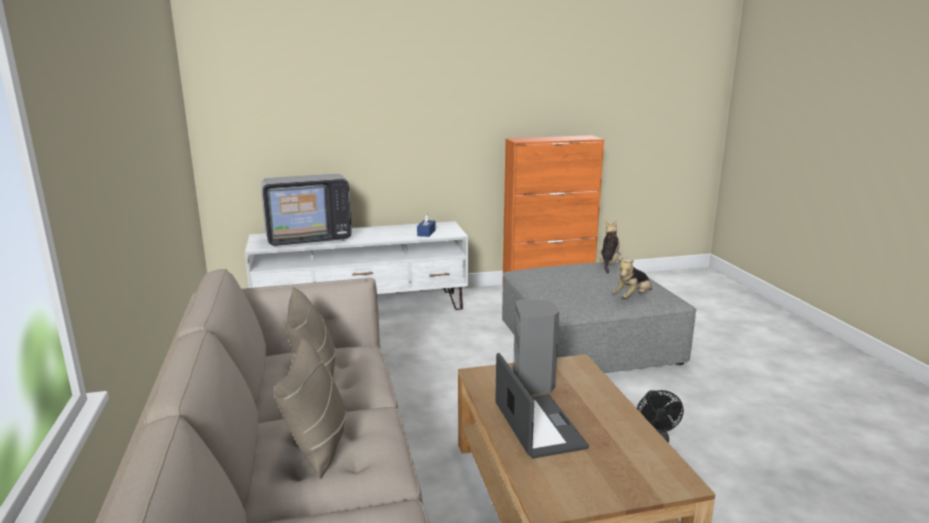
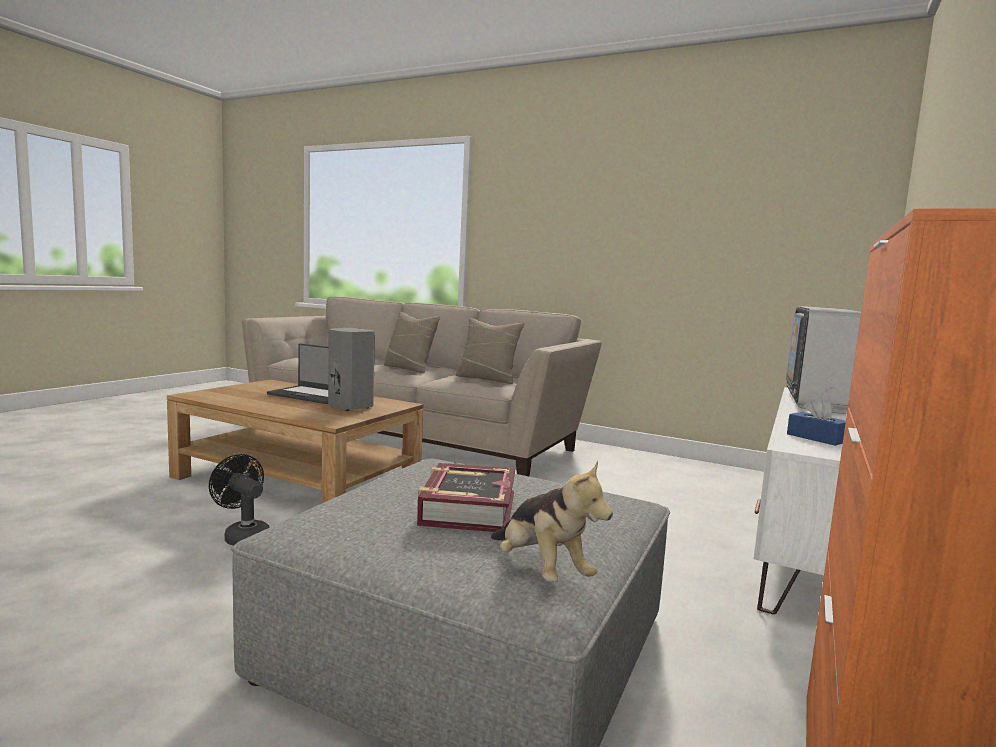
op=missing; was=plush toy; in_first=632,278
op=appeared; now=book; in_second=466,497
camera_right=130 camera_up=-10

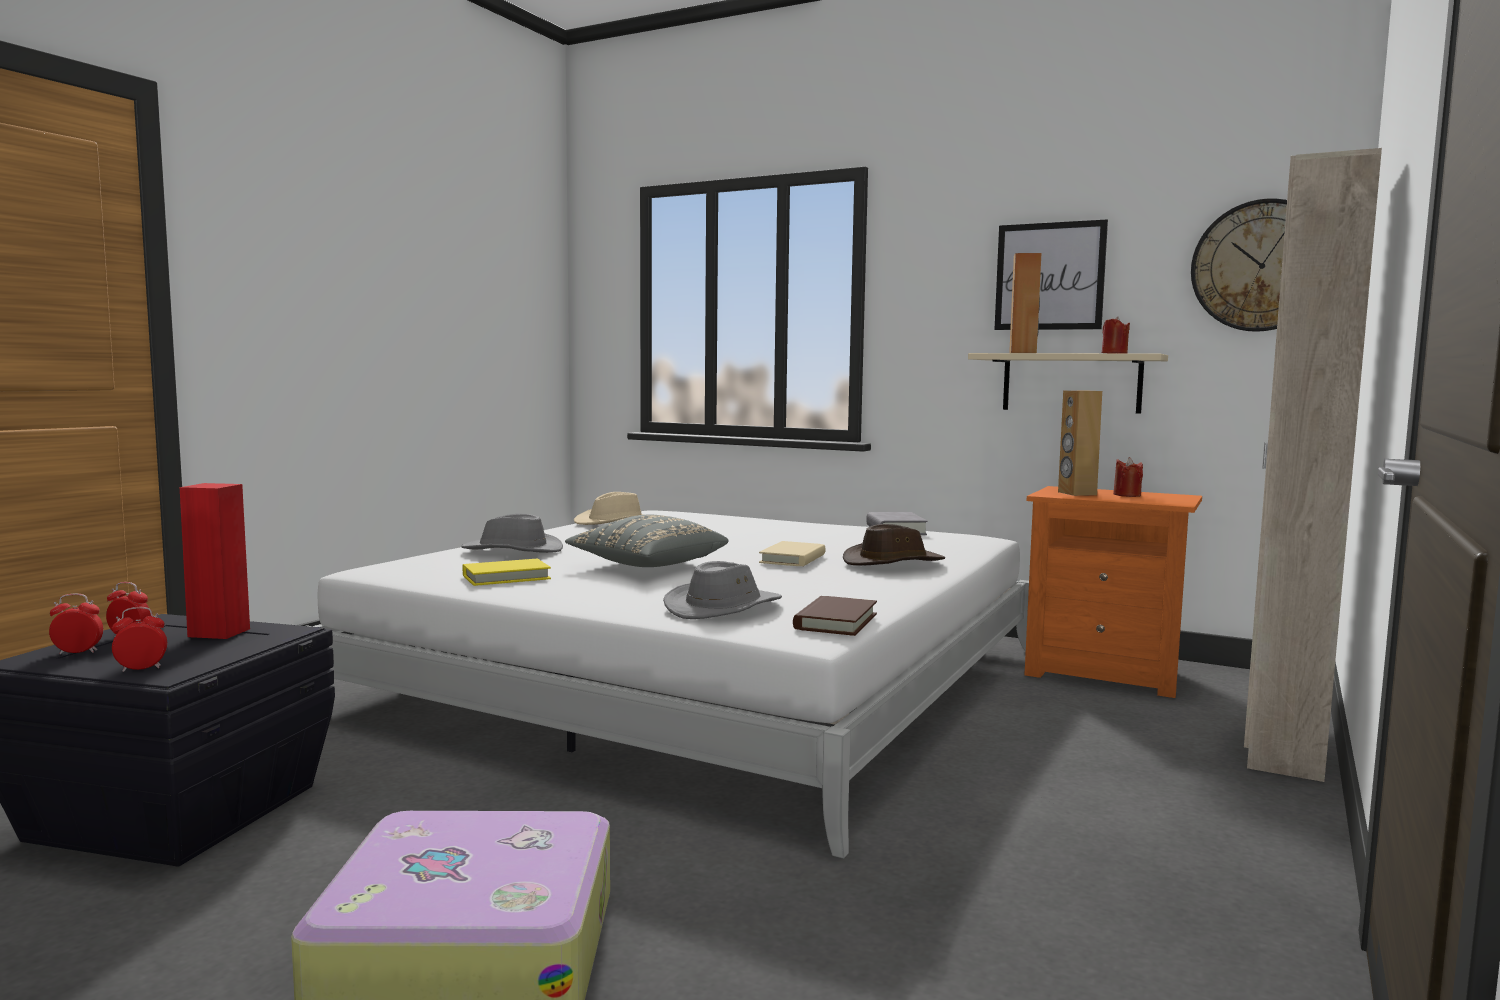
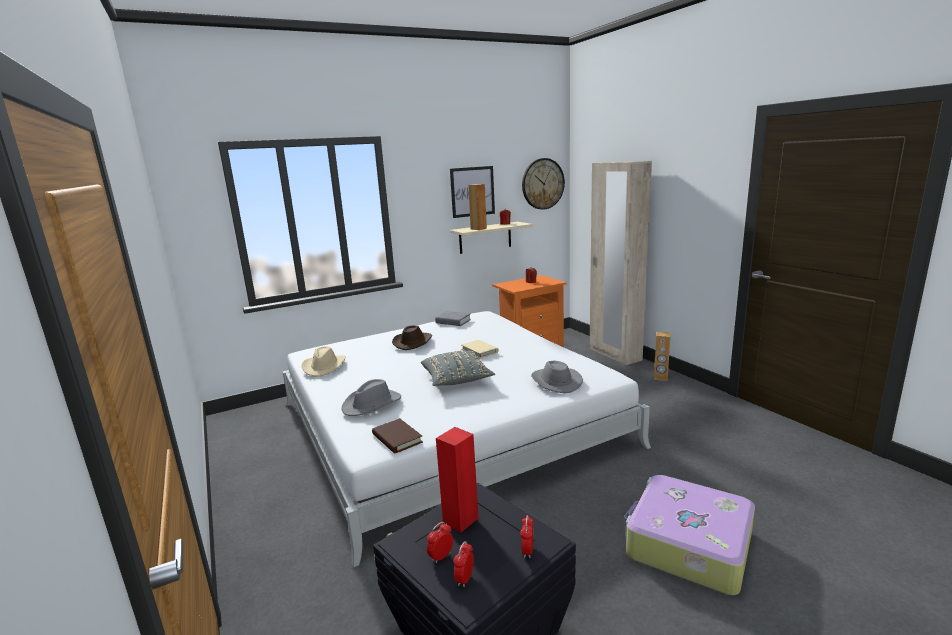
op=relocated; was=brown speaker; in_first=1080,443; in_second=662,356
op=relocated; was=brown hat; in_first=894,545; in_second=412,337
op=missing; was=yellow book; in_first=507,572
op=relocated; was=brown book; in_first=835,616; in_second=397,436
camera_right=-55 camera_up=10

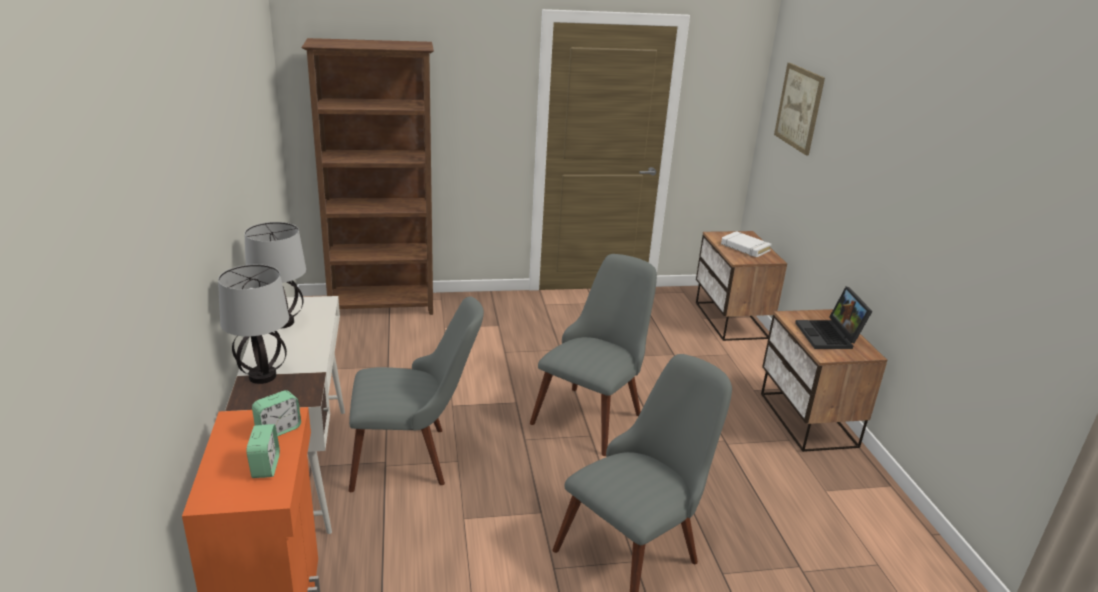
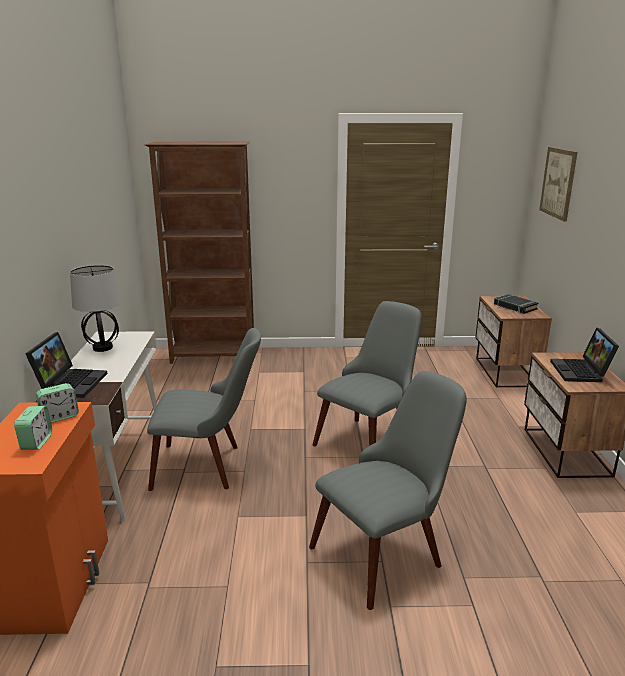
op=colour; was=white book; now=black book; in_first=746,244; in_second=516,304
op=exchanged; was=table lamp; now=laptop; in_first=253,324; in_second=66,365
camera_right=10 camera_up=-5

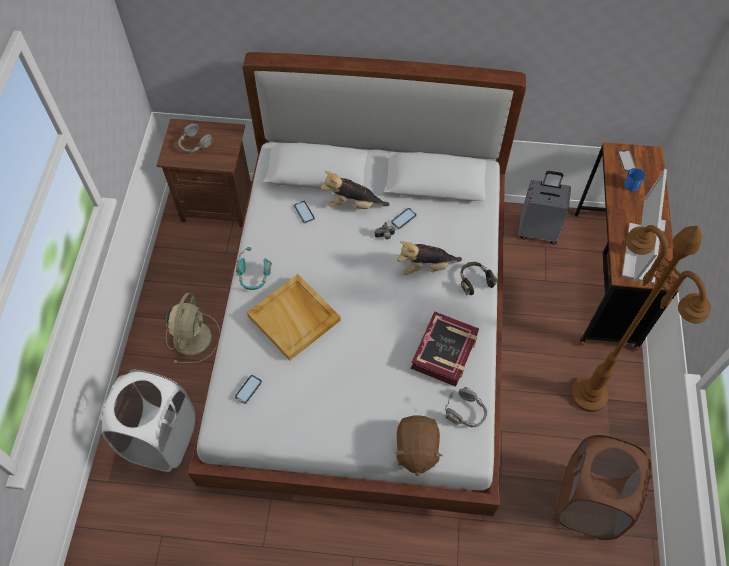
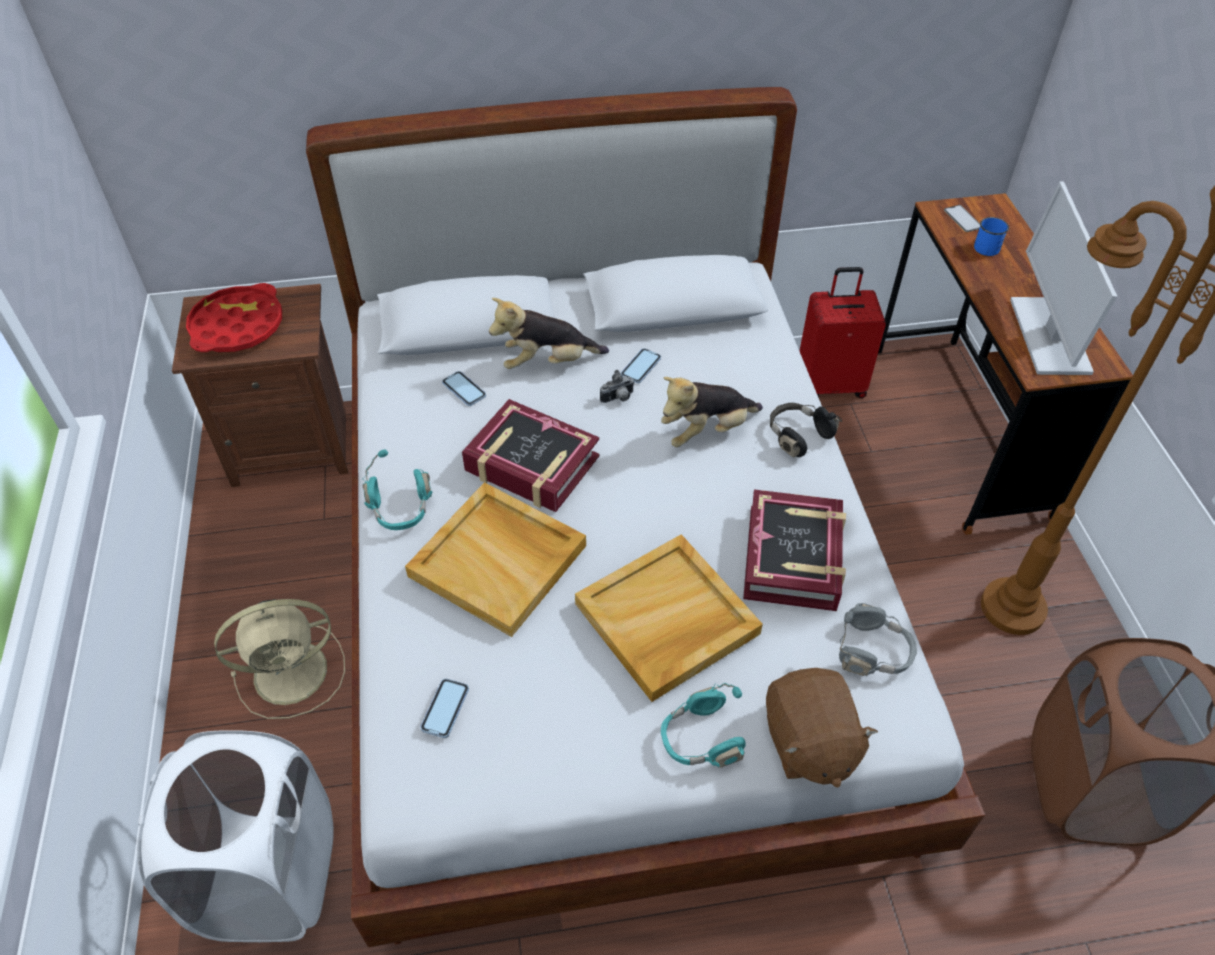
op=exchanged; was=grey headphones; now=red tray; in_first=195,134; in_second=234,317
op=colour; was=grey suitcase; now=red suitcase; in_first=544,208; in_second=843,332
op=spun; was=beige fan; in_first=193,328; in_second=279,659; clockwise=75
op=appeared; now=book; in_second=530,455
op=appeared; now=beige tray; in_second=669,618
op=appeared; now=turquoise headphones; in_second=703,725
camera_right=-15 camera_up=-10

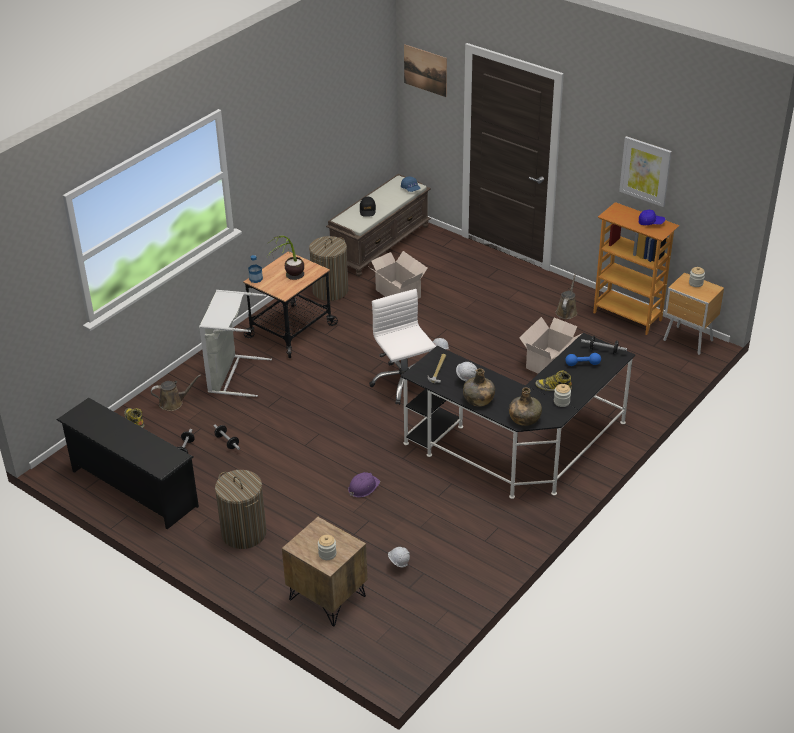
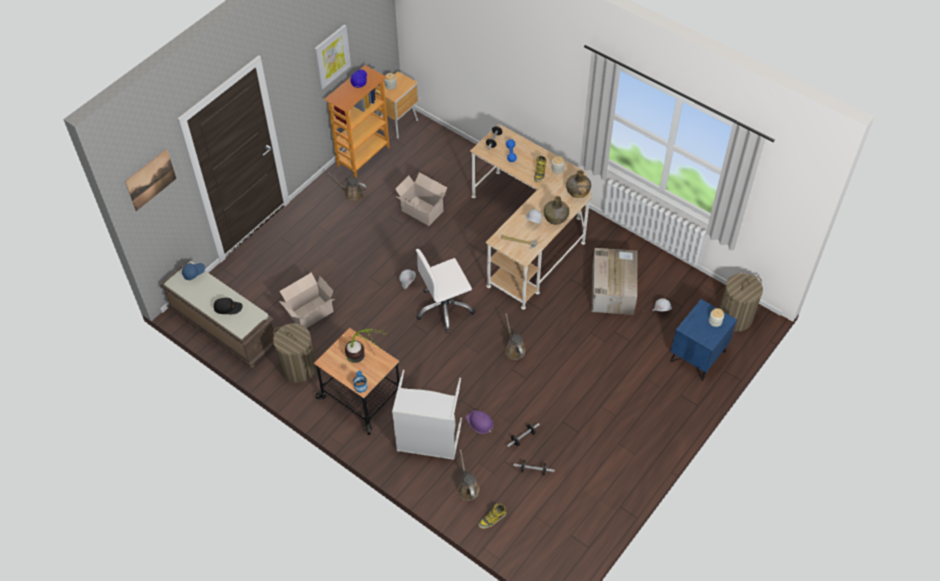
op=colour; was=black desk; now=beige desk; in_first=518,416; in_second=531,217
op=missing; was=black shoe rack; in_first=128,463
op=relocated; was=laundry basket; in_first=240,509; in_second=741,302
op=relocated; was=purple hard hat; in_first=364,485; in_second=480,422
op=colour; was=brown nightstand; now=blue nightstand; in_first=324,571; in_second=703,340
op=appeared; now=cardboard box; in_second=614,281
op=appeared; now=brown watering can; in_second=515,336
camera_right=-90 camera_up=15

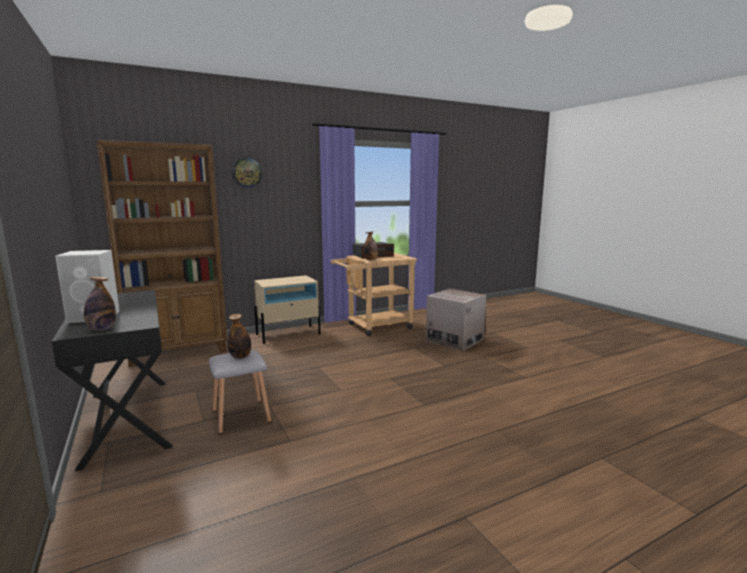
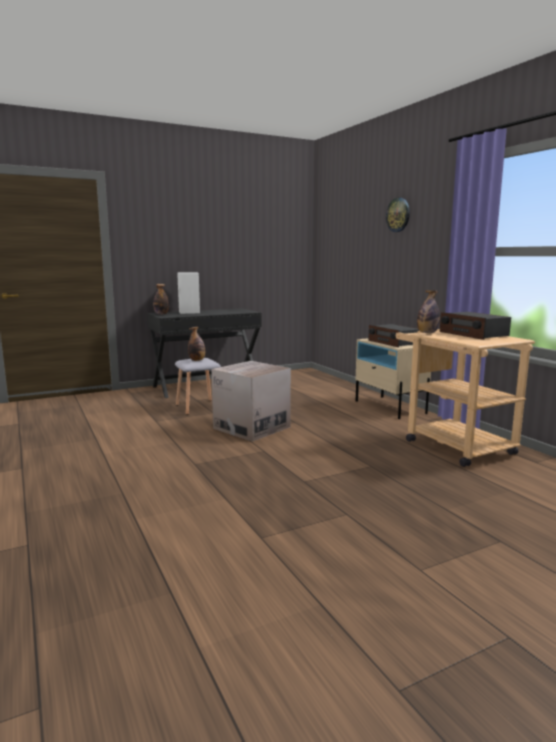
op=missing; was=brown bookcase; in_first=162,253
op=relocated; was=cardboard box; in_first=456,320; in_second=251,401
op=appeared; now=radio; in_second=393,335
camera_right=90 camera_up=0

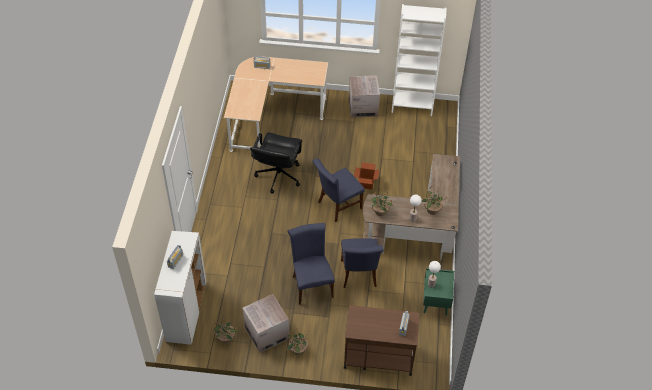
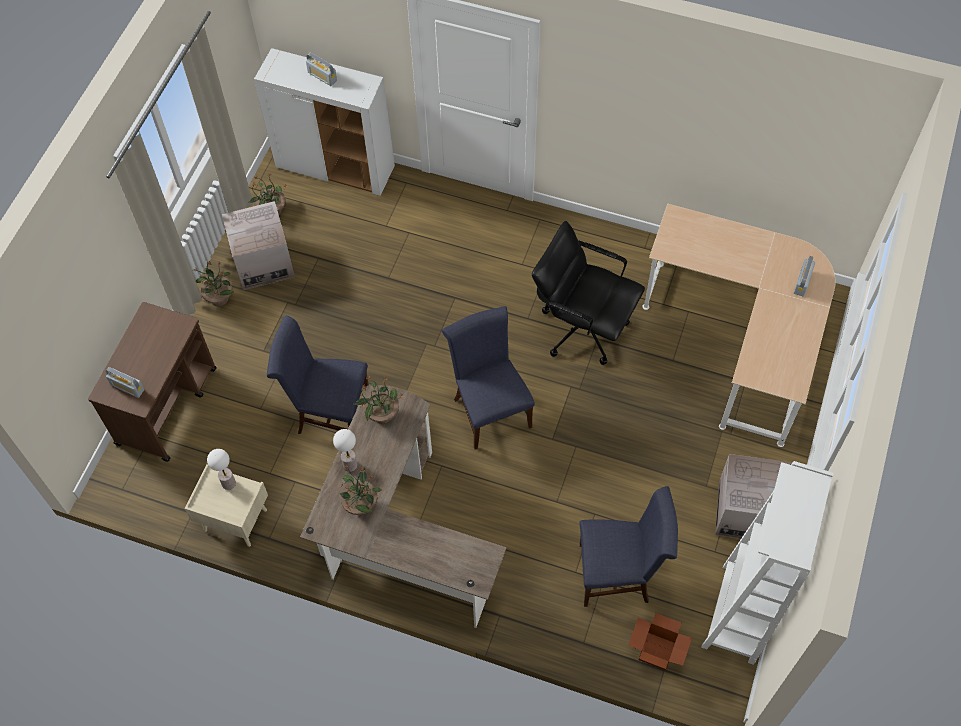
op=relocated; was=cardboard box; in_first=367,175; in_second=660,641
op=relocated; was=blue chair; in_first=311,264; in_second=628,546
op=colour; was=green nightstand; now=beige nightstand; in_first=438,292; in_second=226,505
camera_right=105 camera_up=10

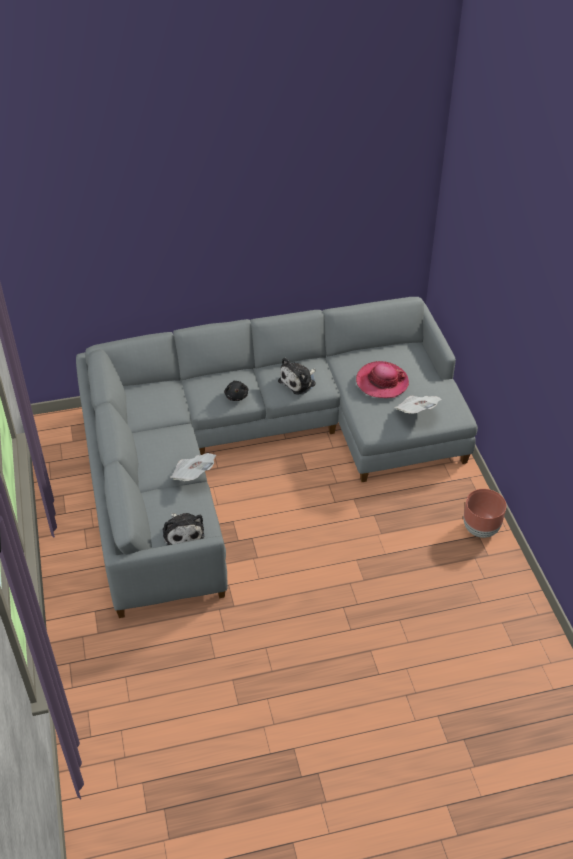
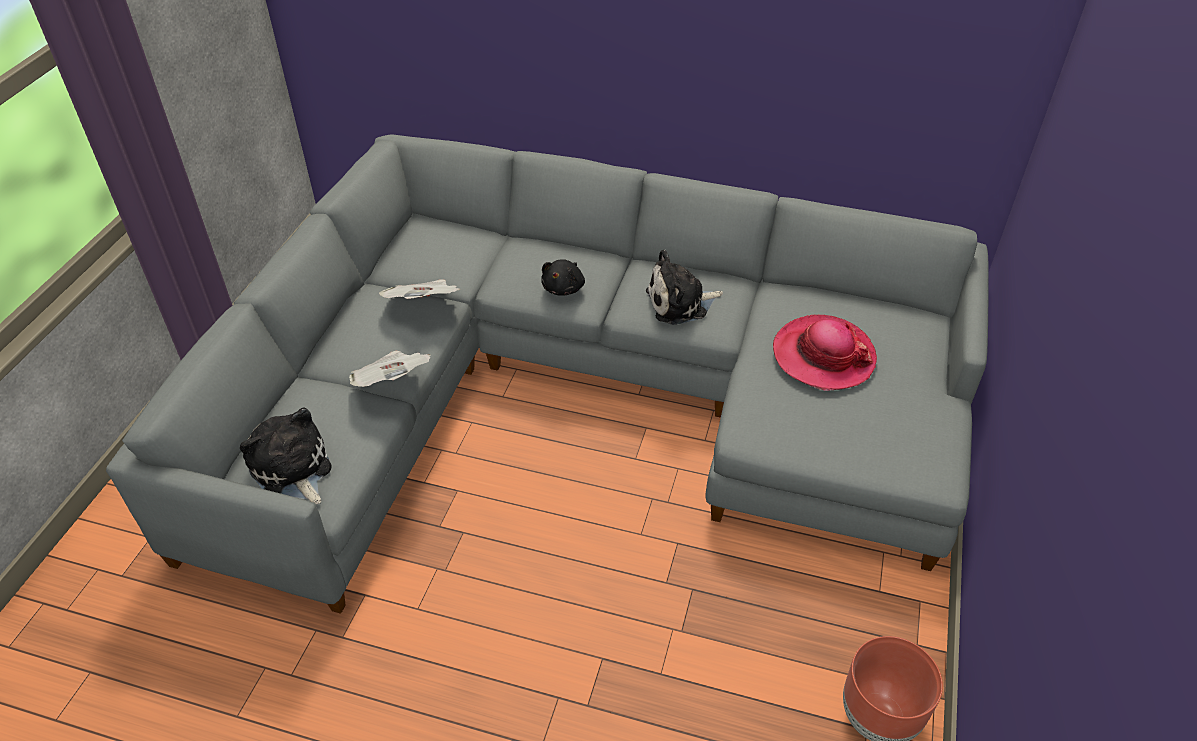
op=relocated; was=newspaper; in_first=418,404; in_second=420,289
op=spun; was=plush toy; in_first=183,529; in_second=286,456; clockwise=135
camera_right=30 camera_up=0

